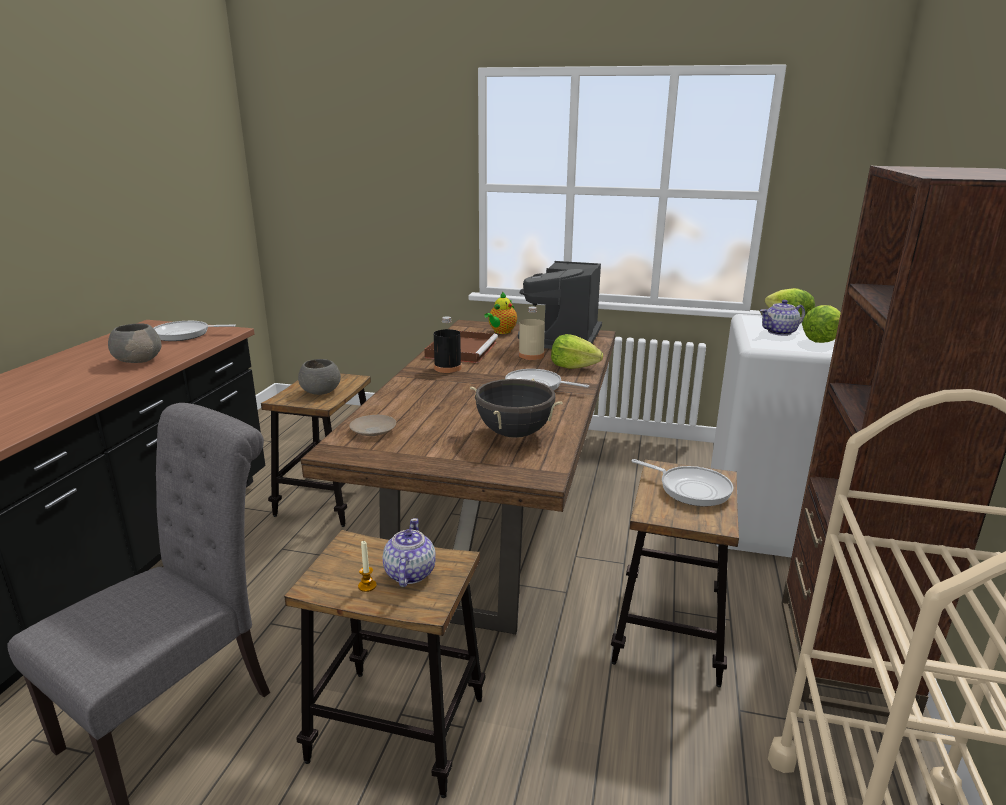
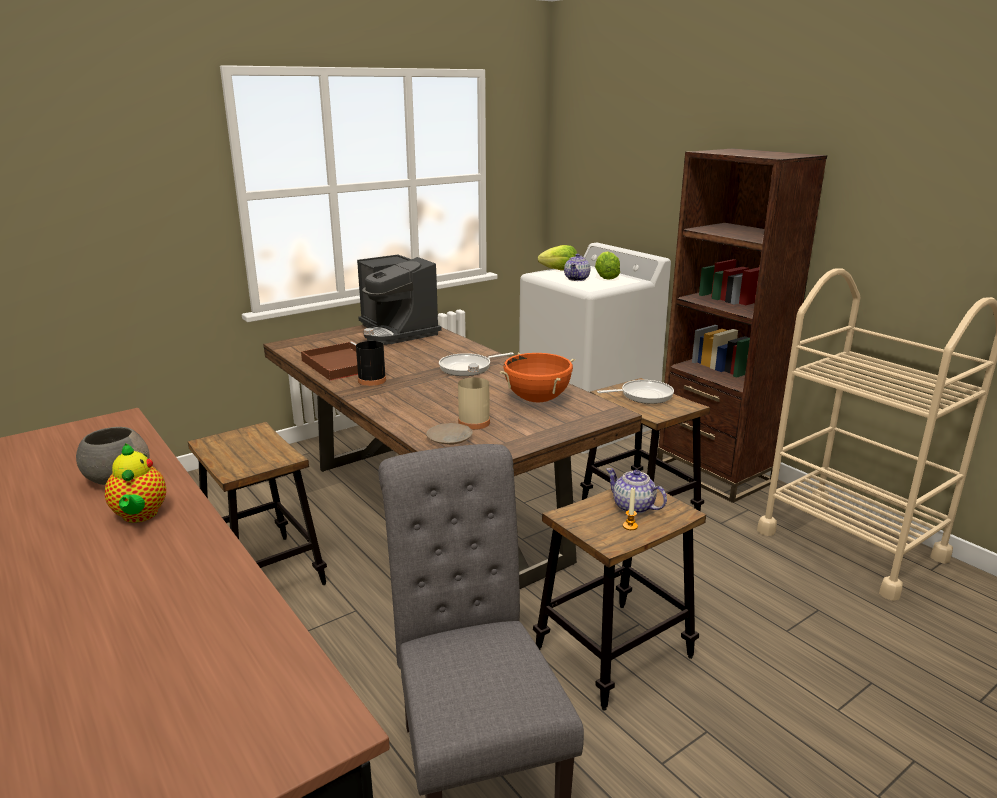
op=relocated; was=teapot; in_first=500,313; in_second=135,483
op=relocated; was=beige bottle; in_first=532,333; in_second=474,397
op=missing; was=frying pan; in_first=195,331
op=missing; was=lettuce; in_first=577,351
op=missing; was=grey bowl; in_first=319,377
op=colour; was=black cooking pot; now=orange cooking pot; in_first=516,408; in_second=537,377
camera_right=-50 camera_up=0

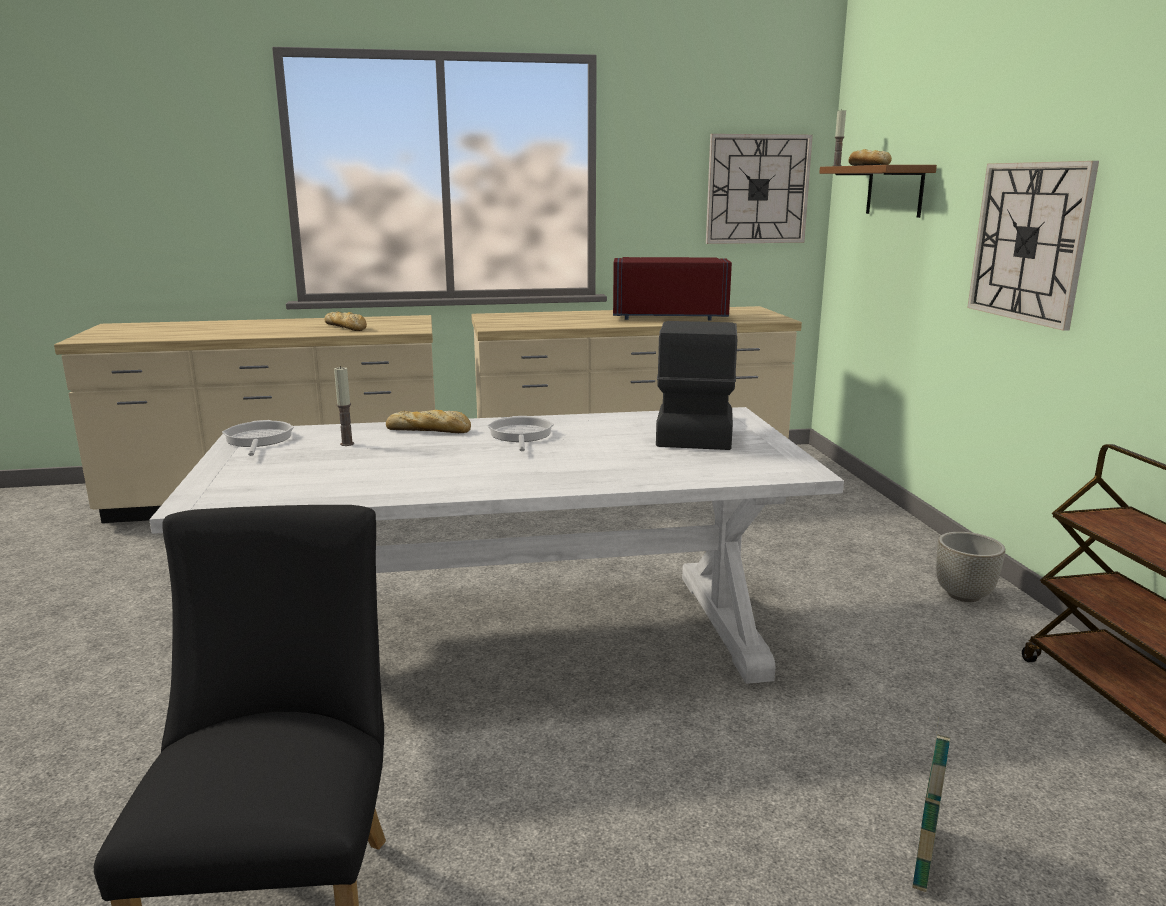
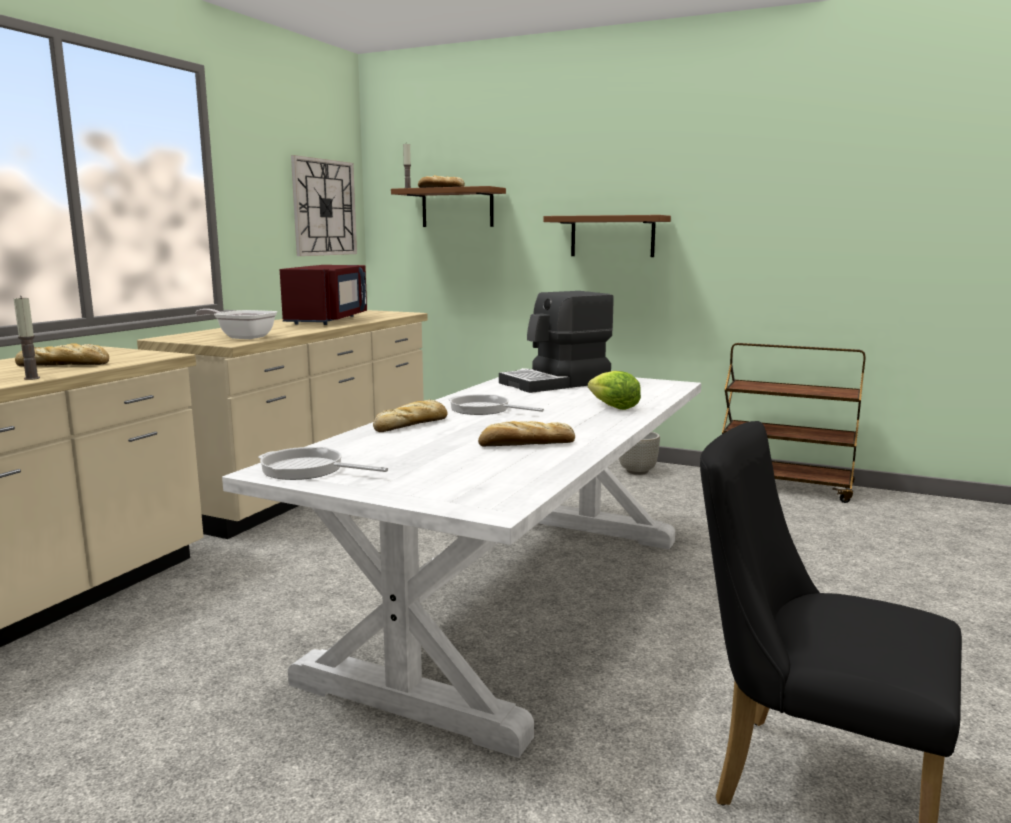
op=exchanged; was=wall clock; now=brown shelf; in_first=1033,246; in_second=607,236
op=spun; was=red microwave; in_first=672,289; in_second=323,295; clockwise=150
op=spun; was=coffee machine; in_first=696,385; in_second=556,342; clockwise=-75
op=relocated; was=candle; in_first=344,406; in_second=27,339
op=missing; was=basket; in_first=931,805
op=appeared; now=frying pan; in_second=236,324
op=appeared; now=lettuce; in_second=614,390
op=appeared; now=bread; in_second=526,433
camera_right=-55 camera_up=-5

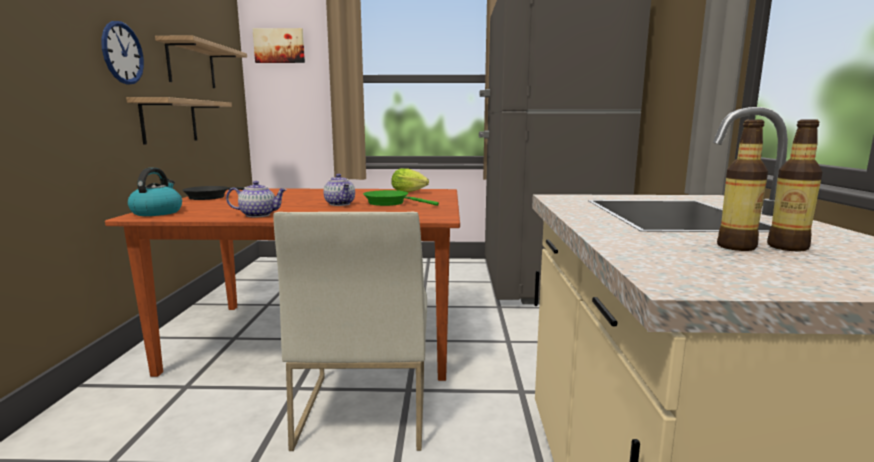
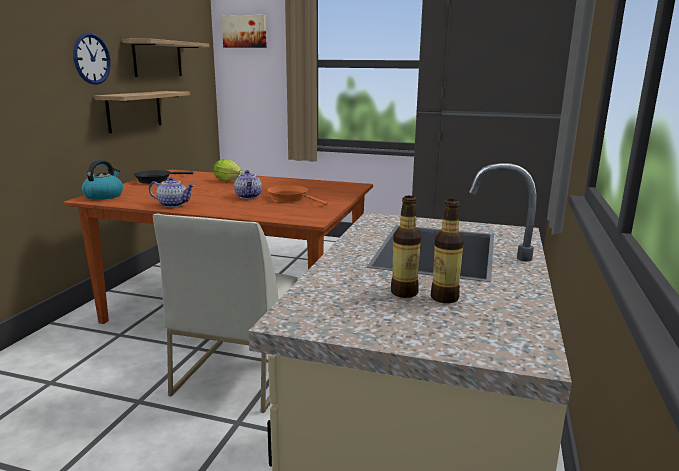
op=relocated; was=lettuce; in_first=410,180; in_second=228,170
op=colour; was=green frying pan; now=orange frying pan; in_first=401,198; in_second=298,195
camera_right=15 camera_up=5

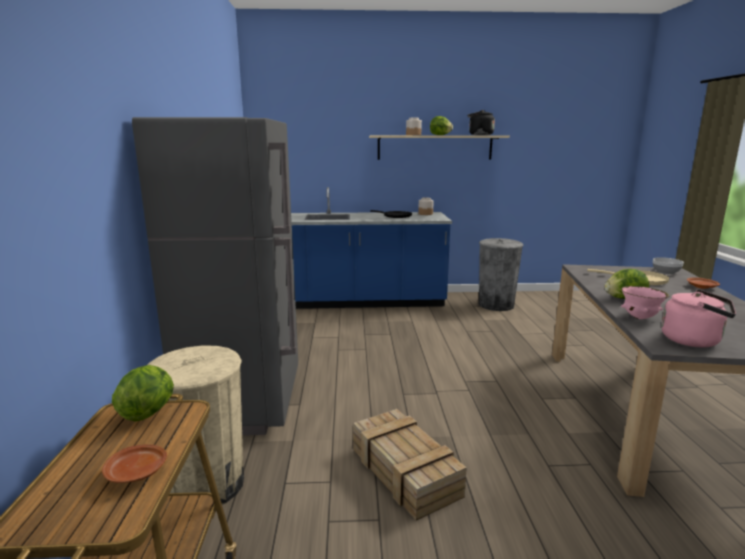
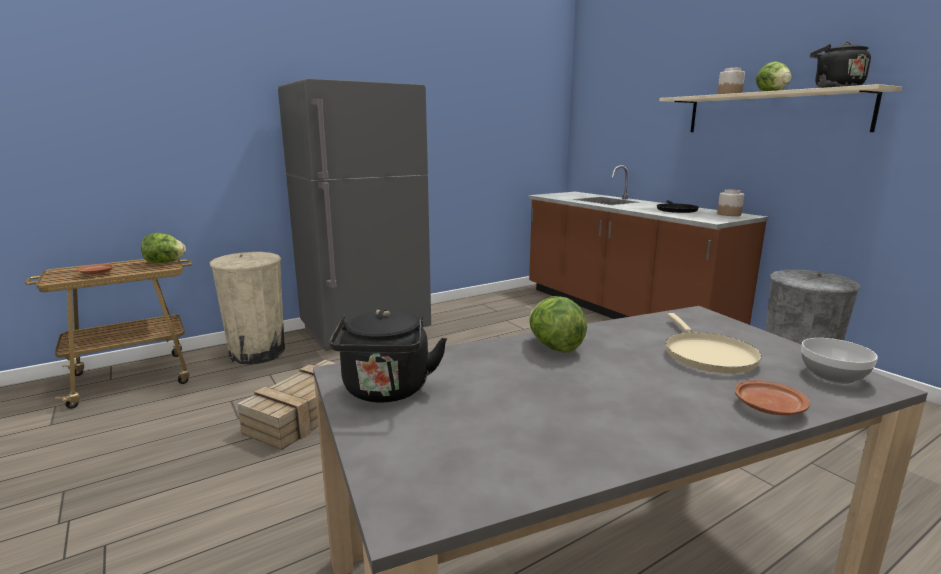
op=colour; was=blue counter; now=brown counter; in_first=371,248; in_second=648,245
op=missing; was=pink bowl; in_first=645,302
op=colour; was=pink kettle; now=black kettle; in_first=698,318; in_second=388,356
camera_right=60 camera_up=0

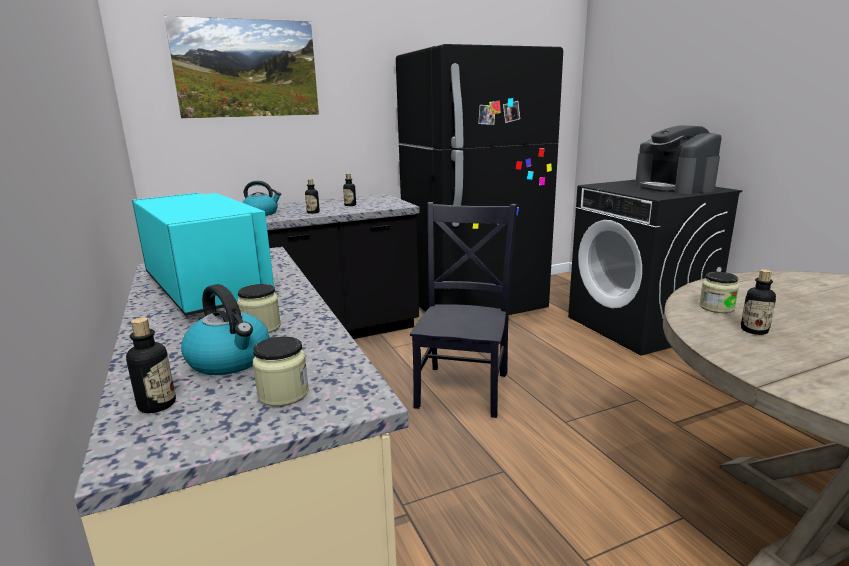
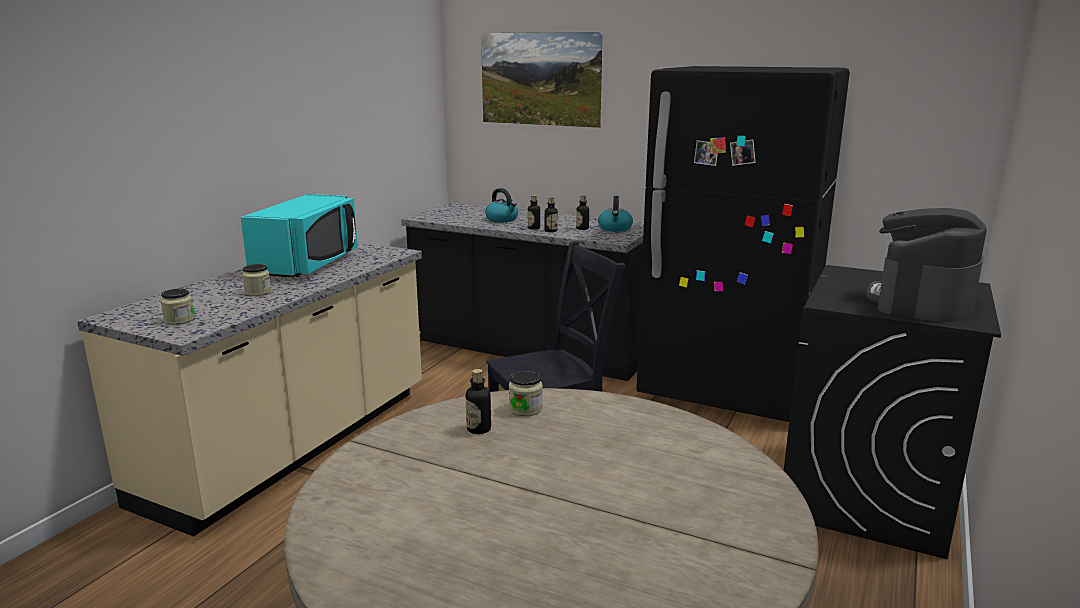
op=relocated; was=kettle; in_first=225,329; in_second=615,214
op=relocated; was=bottle; in_first=151,365; in_second=551,215
camera_right=50 camera_up=0

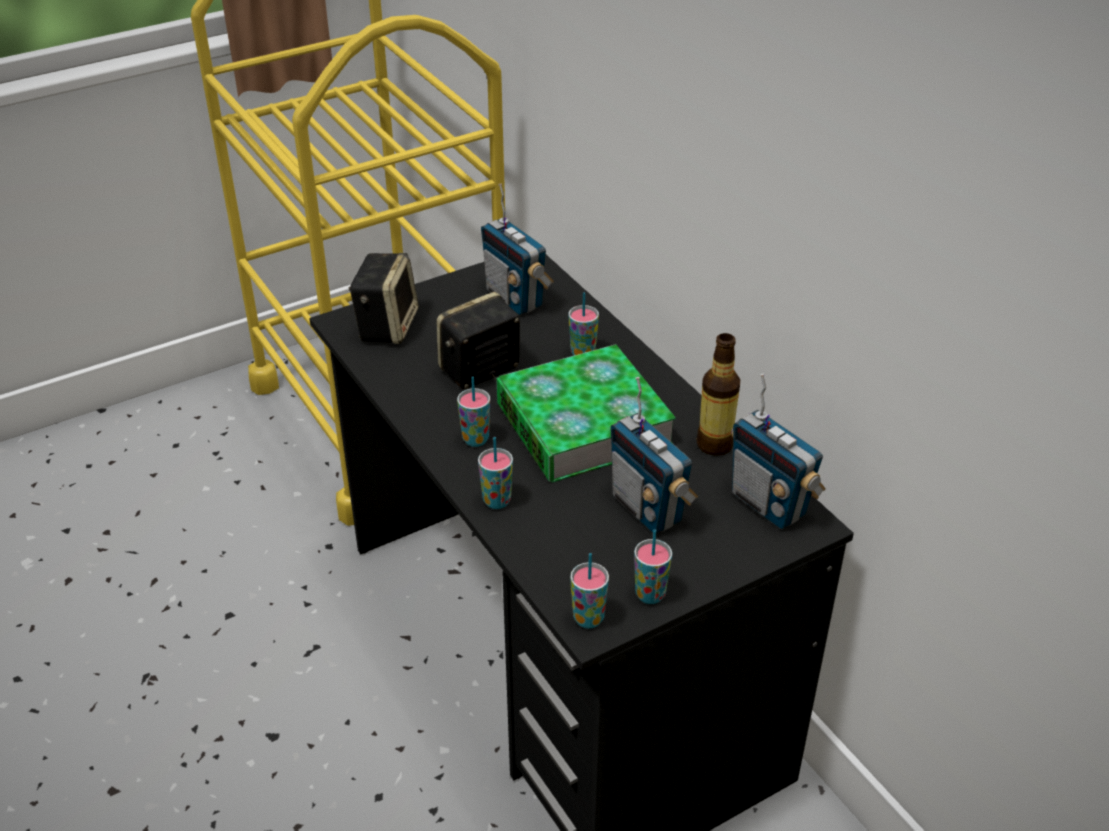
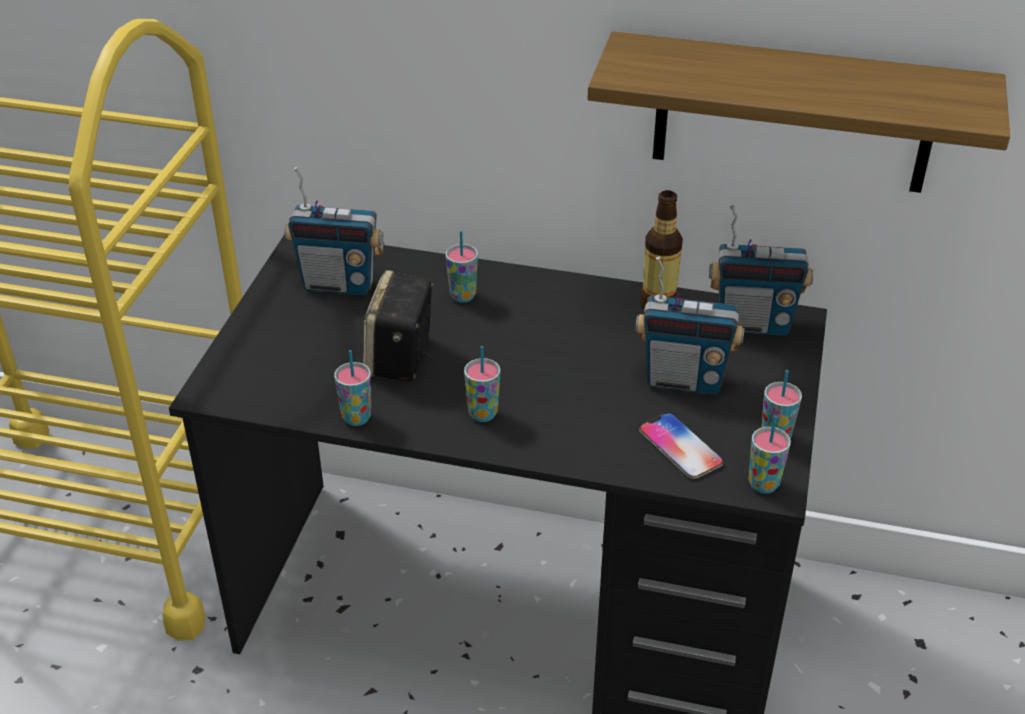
op=missing; was=speaker; in_first=383,298
op=missing; was=book; in_first=586,413
op=relocated; was=cup; in_first=495,473; in_second=352,388
op=appeared; now=shelf; in_second=798,112
op=appeared; now=phone; in_second=681,446
camera_right=-45 camera_up=0

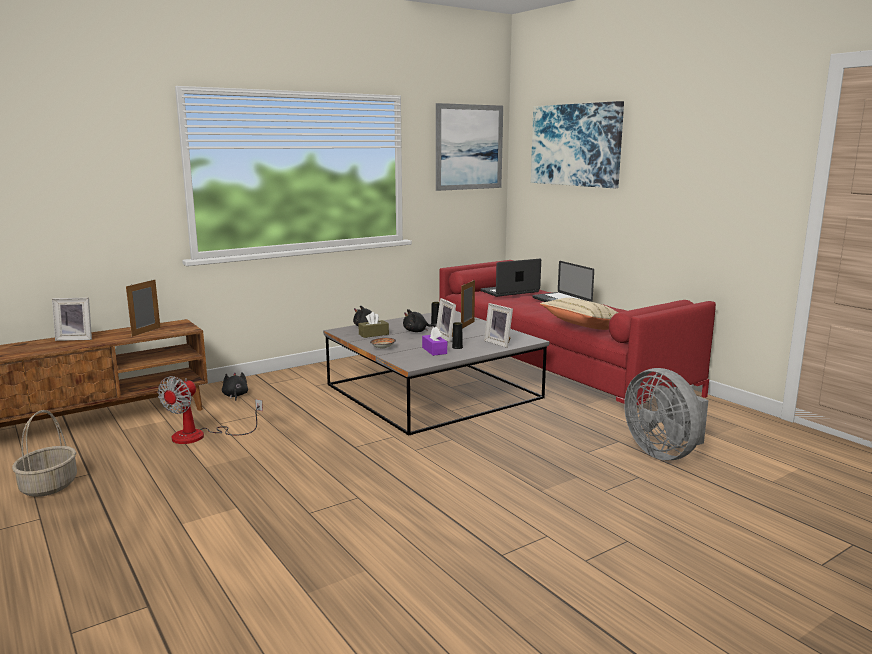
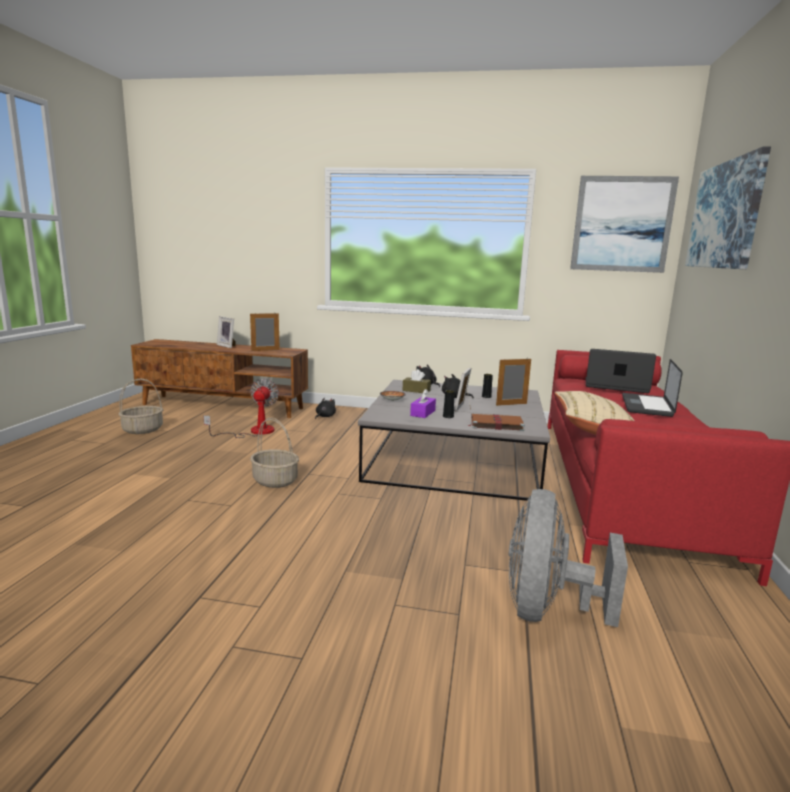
op=exchanged; was=picture frame; now=brown book; in_first=498,325; in_second=497,422
op=spun; was=fan; in_first=210,410; in_second=241,408; clockwise=120
op=appeared; now=basket; in_second=274,453
camera_right=45 camera_up=0

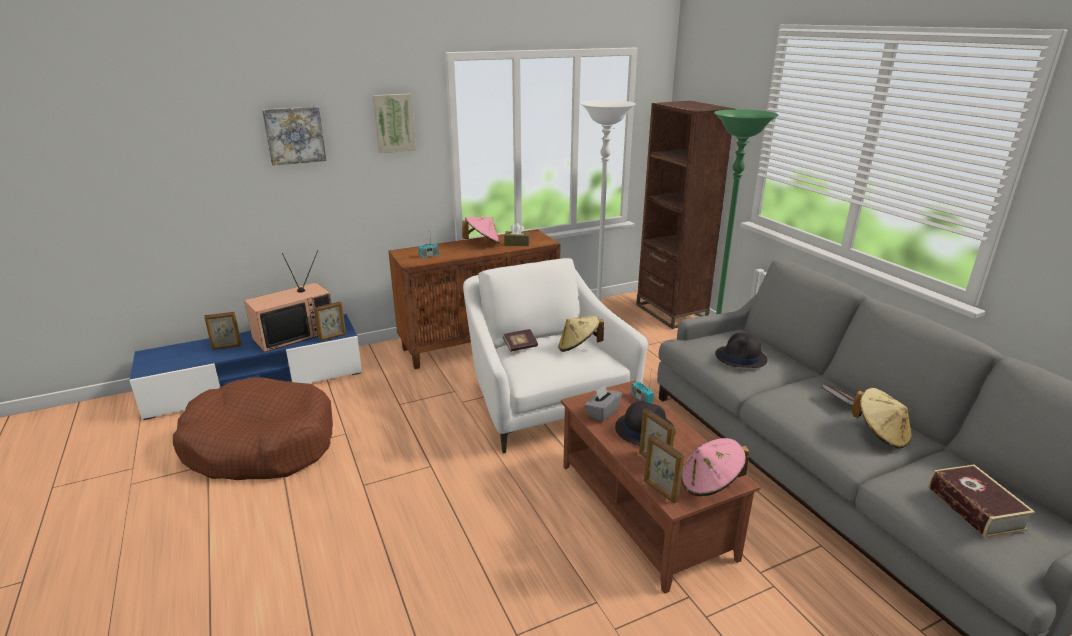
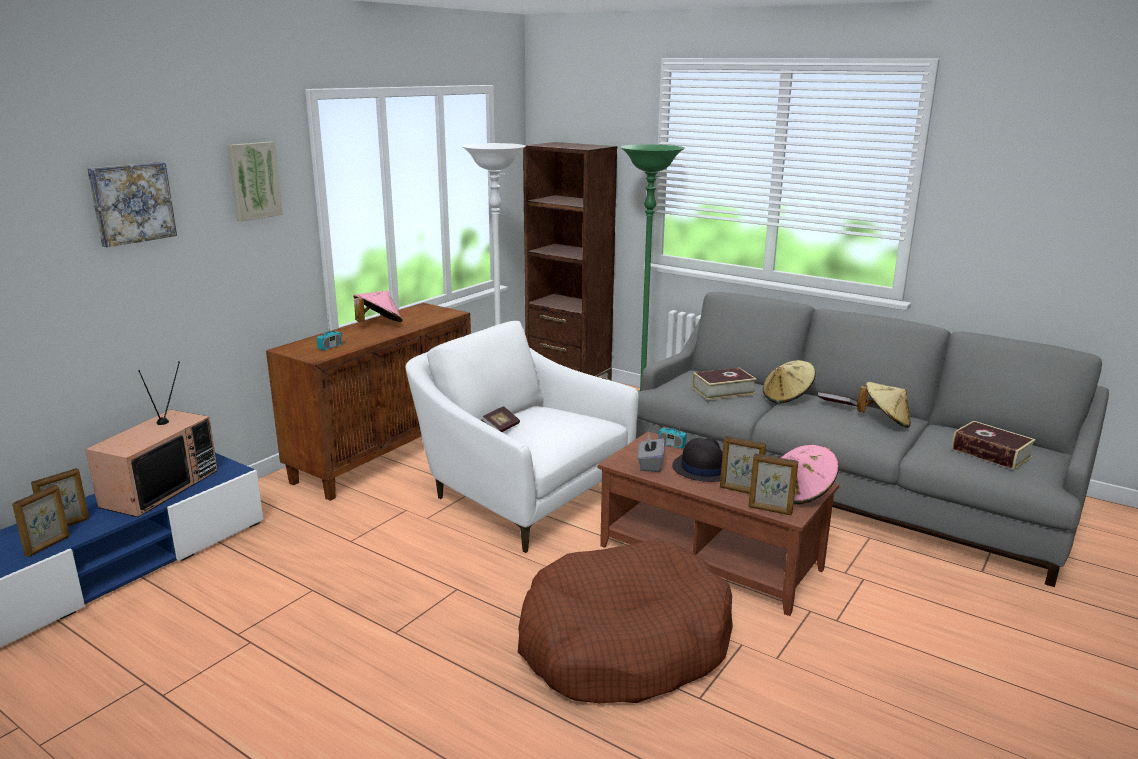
op=missing; was=brown tissue box; in_first=517,234
op=relocated; was=picture frame; in_first=330,321; in_second=41,521
op=relocated; was=beige hat; in_first=581,334; in_second=789,382
op=exchanged; was=black hat; now=book; in_first=741,350; in_second=724,384
op=relocated; was=brown dog bed; in_first=253,428; in_second=625,621
camera_right=-30 camera_up=-5

